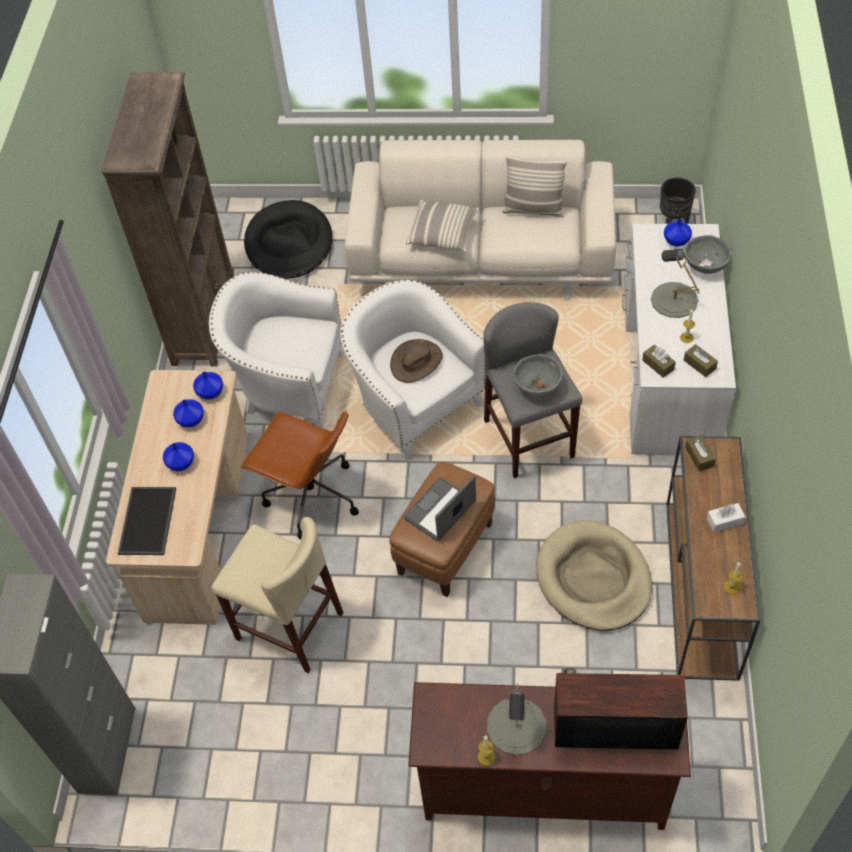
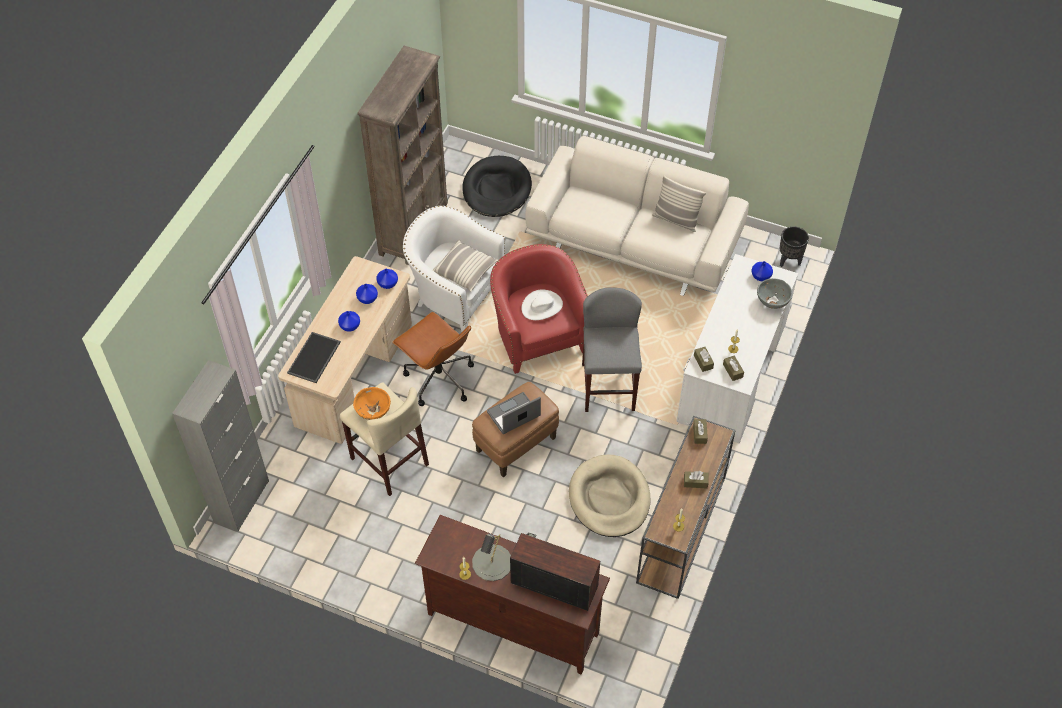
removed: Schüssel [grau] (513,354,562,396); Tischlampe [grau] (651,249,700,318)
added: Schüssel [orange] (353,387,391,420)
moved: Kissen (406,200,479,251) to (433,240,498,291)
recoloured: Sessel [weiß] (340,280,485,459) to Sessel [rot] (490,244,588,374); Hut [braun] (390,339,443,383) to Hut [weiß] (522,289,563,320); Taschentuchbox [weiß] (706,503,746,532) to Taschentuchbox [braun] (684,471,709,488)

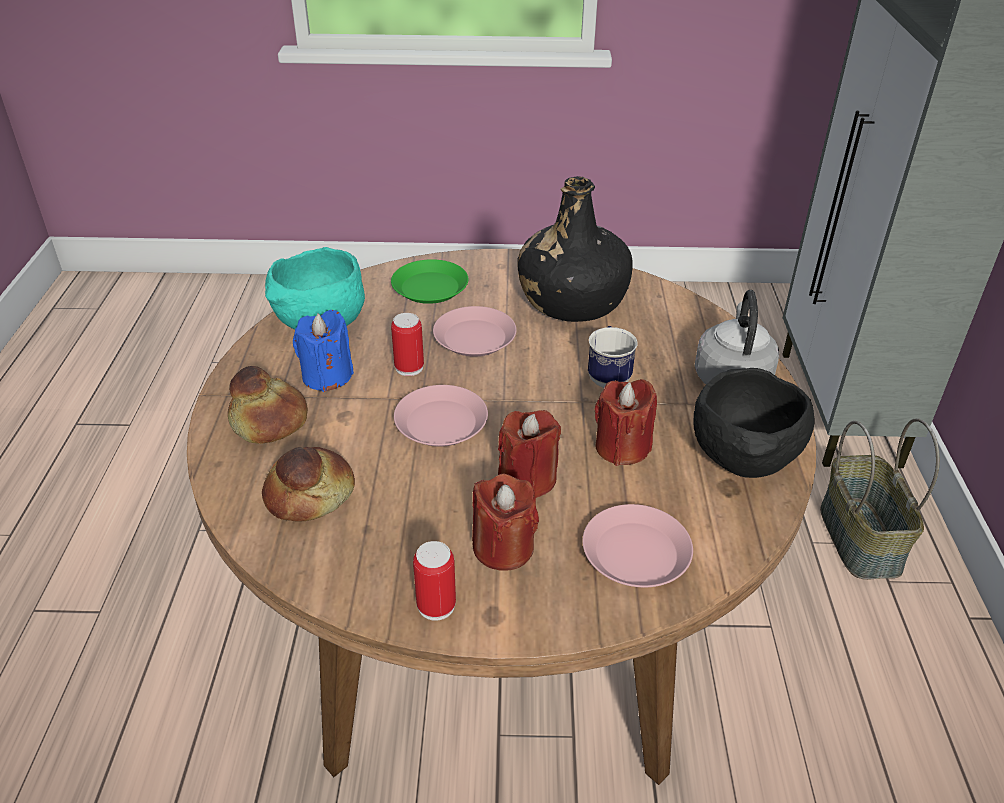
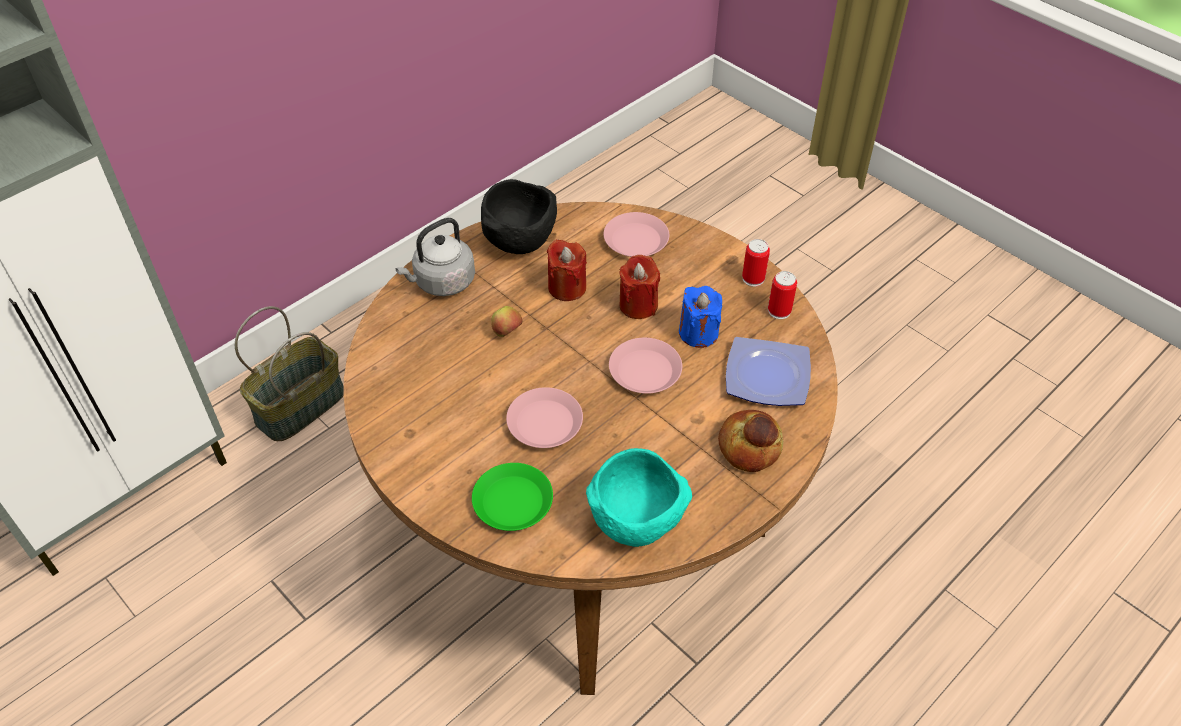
removed: Kerze [rot] (472,474,539,571); Flasche [schwarz] (518,176,633,322)
moved: Kerze [blau] (293,310,354,392) to (679,286,722,348); Dose (391,313,424,376) to (768,271,797,319)
replaced: Brot (262,447,355,522) to Teller (726,337,811,406); Henkelbecher (588,326,638,388) to Apfel (491,306,522,337)

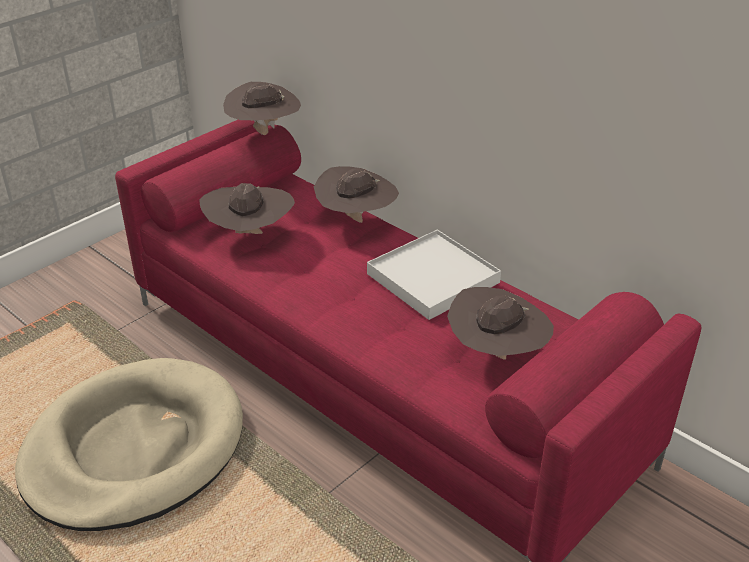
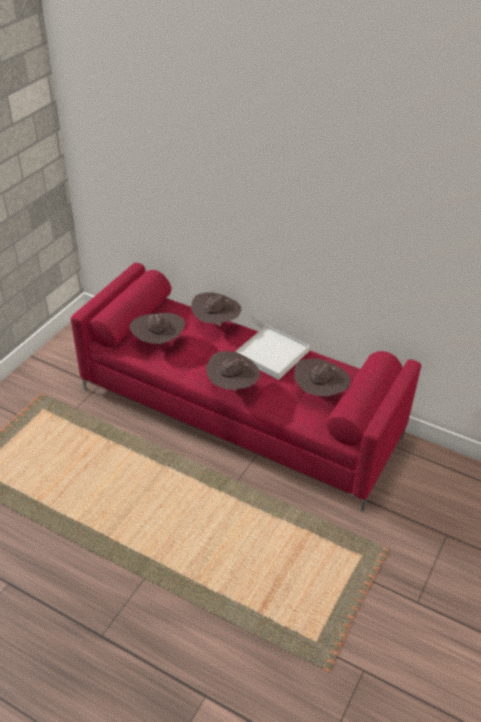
removed: Hundebett [beige] (15,358,243,531)
moved: Hut [braun] (223,82,301,135) to (206,351,260,391)

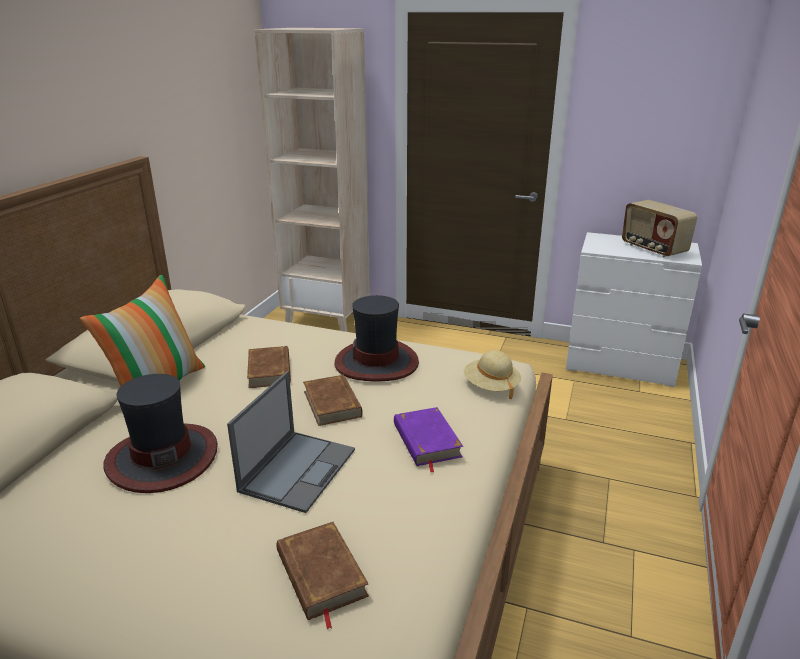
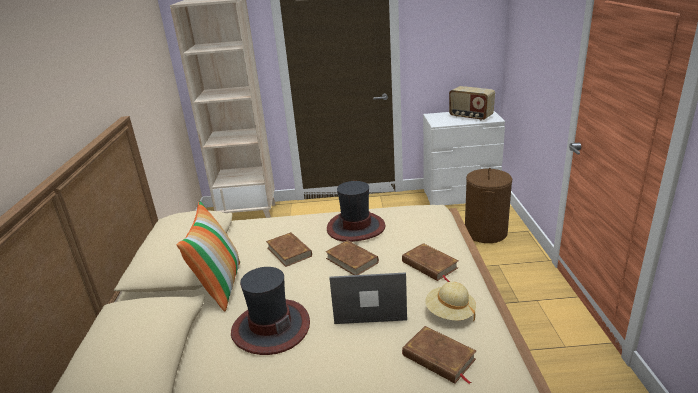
added: Wäschekorb [braun] (465,168,512,243)
moved: Hut [beige] (464,350,521,399) to (425,281,476,321)
recoloured: Buch [lila] (394,407,463,472) to Buch [braun] (402,243,458,282)
turned: Laptop (227,371,355,513) = (329,272,407,324) 90 degrees counterclockwise

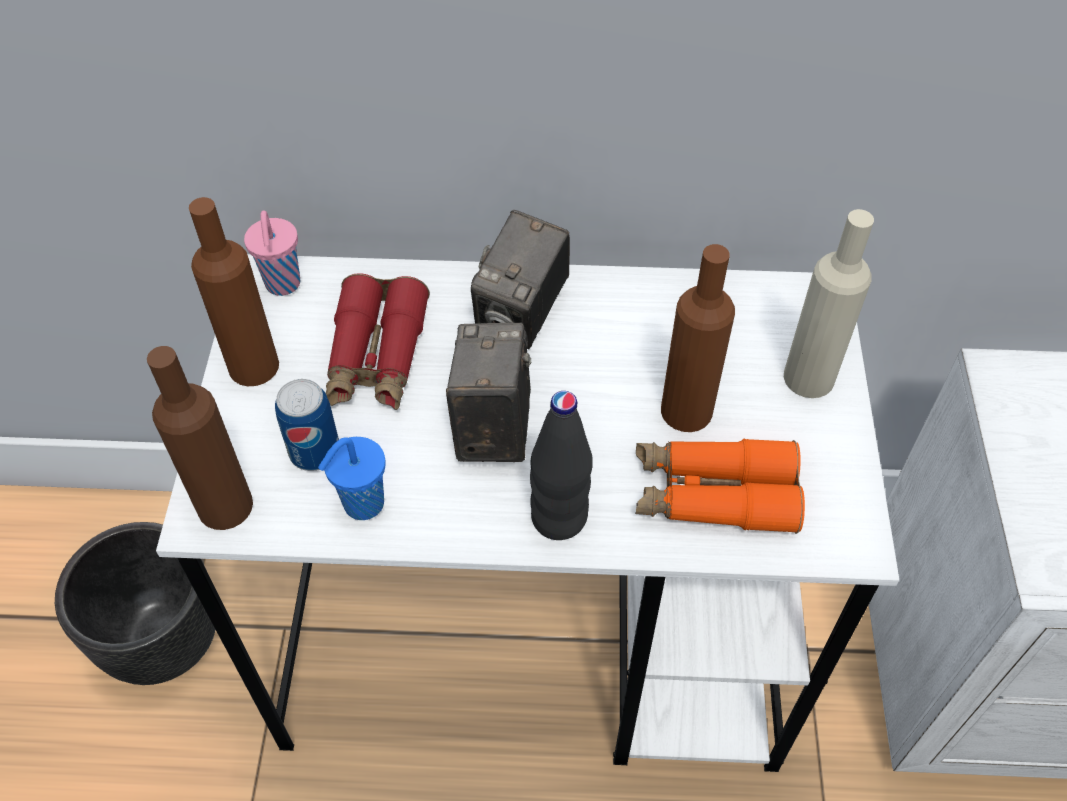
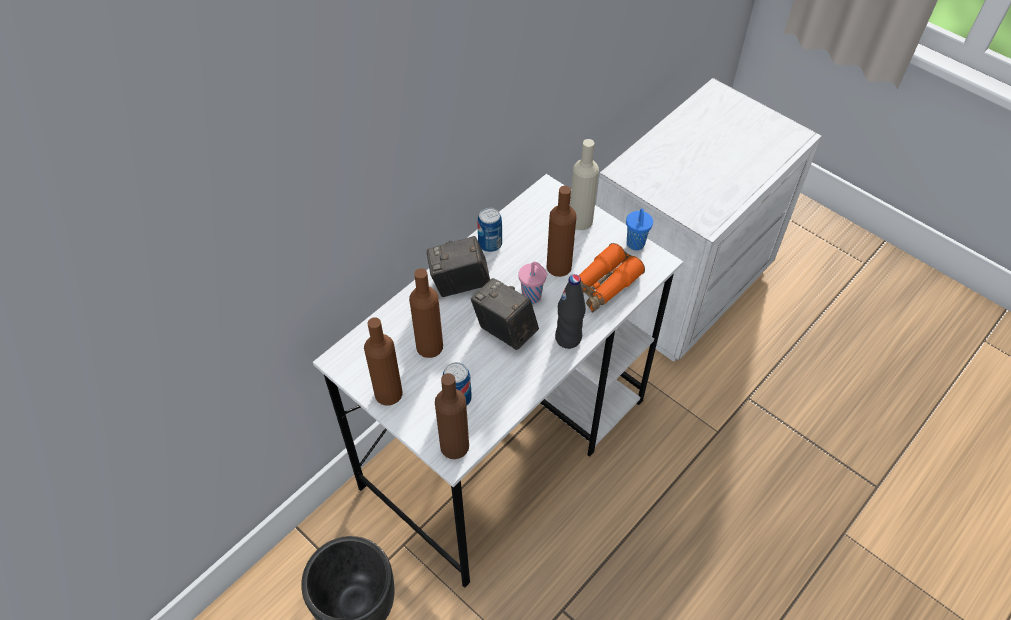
added: Dose (477,208,502,252)
moved: Tasse [rosa] (244,211,300,296) to (518,262,548,304); Tasse [blau] (318,437,385,520) to (626,208,653,250)
replaced: Fernglas [rot] (326,273,430,410) to Flasche [braun] (409,268,443,358)
turned: Kamera (471,210,570,349) = (427,236,490,297) 105 degrees clockwise

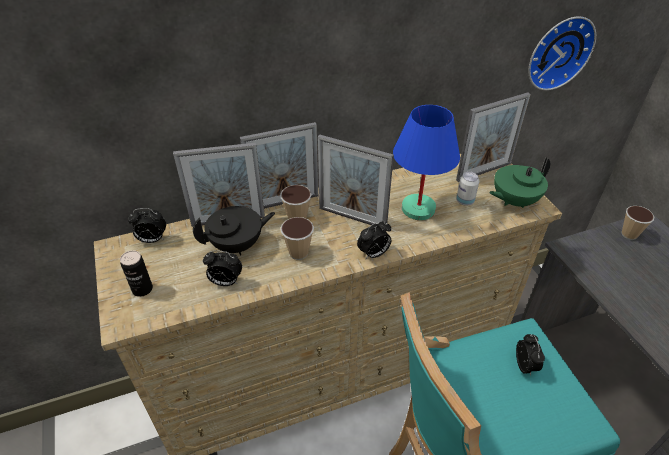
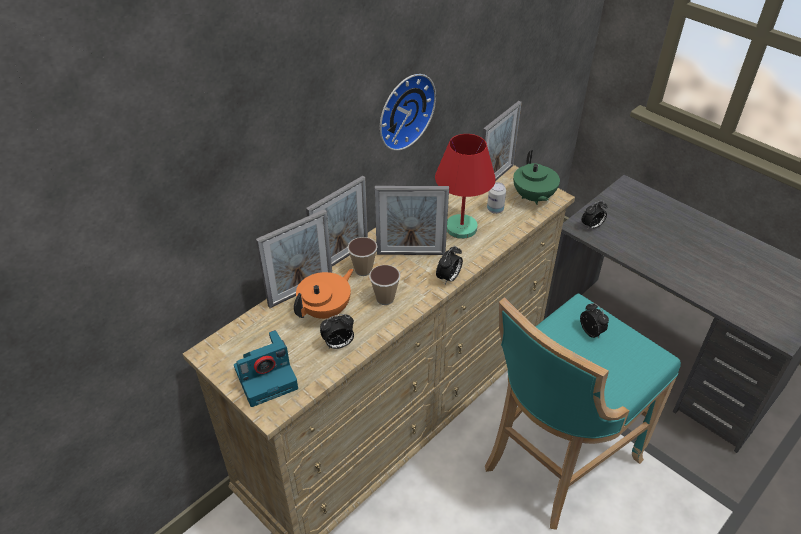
removed: Tasse (621,206,654,240)
moved: Wecker (128,208,166,243) to (582,200,608,230); Wanduhr (528,16,596,90) to (380,74,436,151)
replaced: Dose (120,250,153,297) to Kamera (234,330,298,407)
recoloured: Teekanne [schwarz] (193,206,275,256) to Teekanne [orange] (294,269,354,319); Tischlampe [blau] (393,105,460,220) to Tischlampe [rot] (435,134,496,239)
turned: Teekanne [grün] (489,157,550,208) = (513,150,560,205) 45 degrees counterclockwise

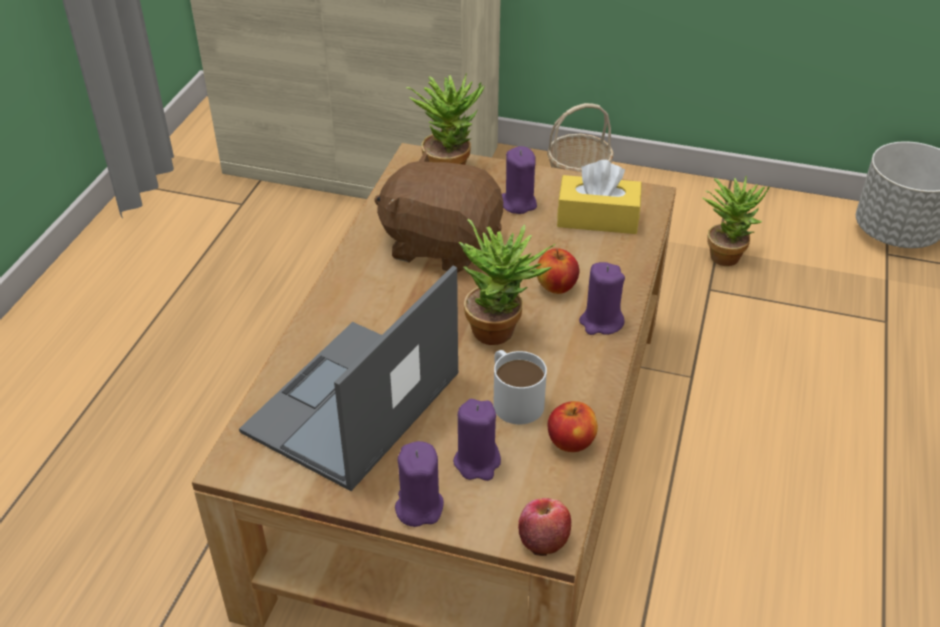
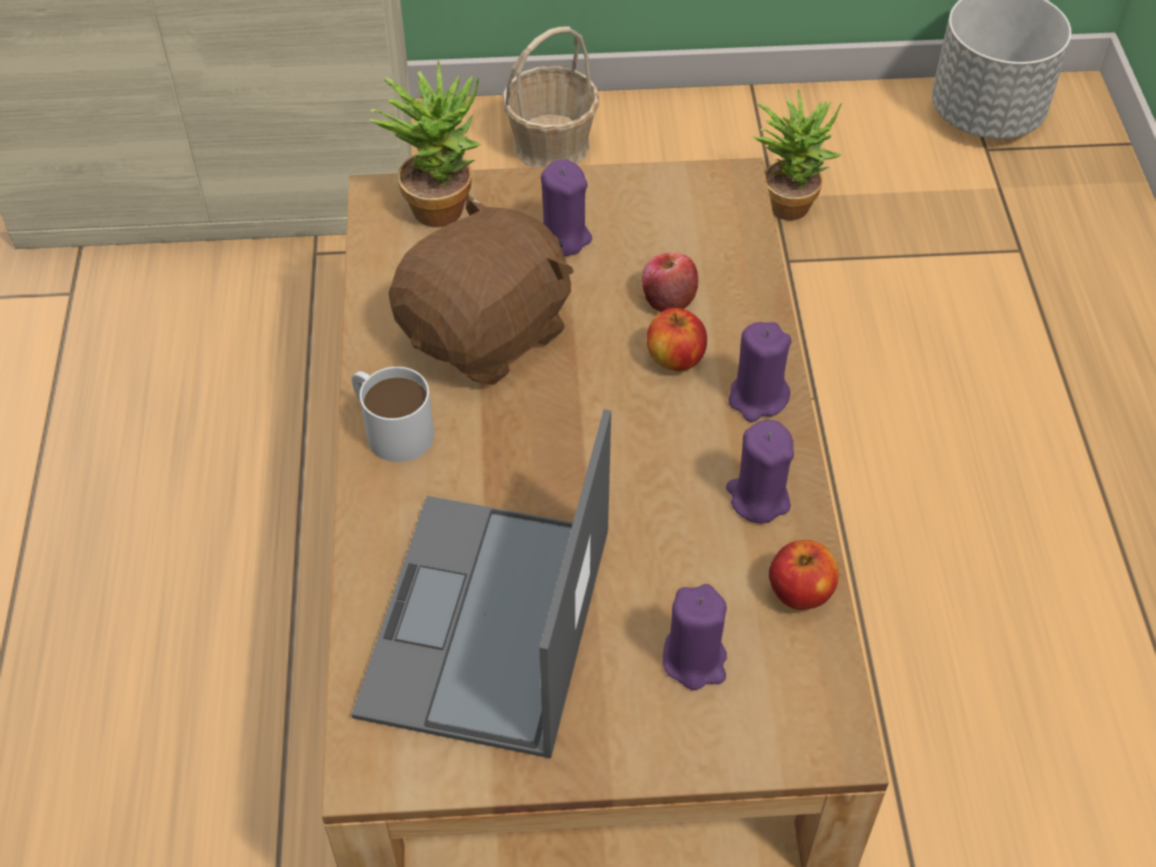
removed: Topfpflanze (459,219,555,345); Taschentuchbox [gelb] (557,160,642,234)
moved: Kerze [lila] (395,441,444,527) to (726,420,794,523); Henkelbecher [weiß] (493,350,547,424) to (352,367,434,462); Apfel (518,498,571,556) to (642,252,698,312)
turned: Plüschtier [braun] (374,151,503,273) = (389,193,574,385) 135 degrees clockwise

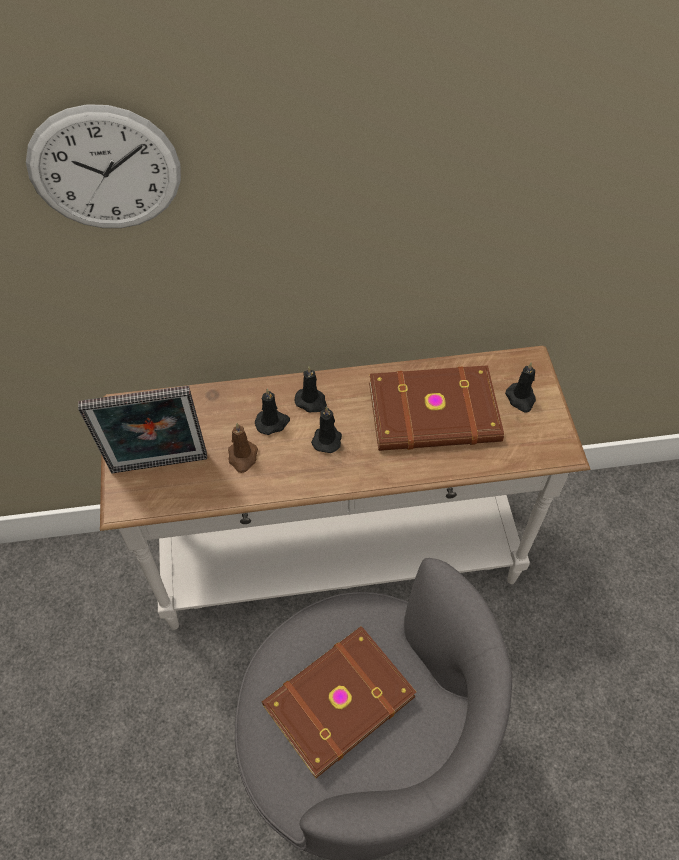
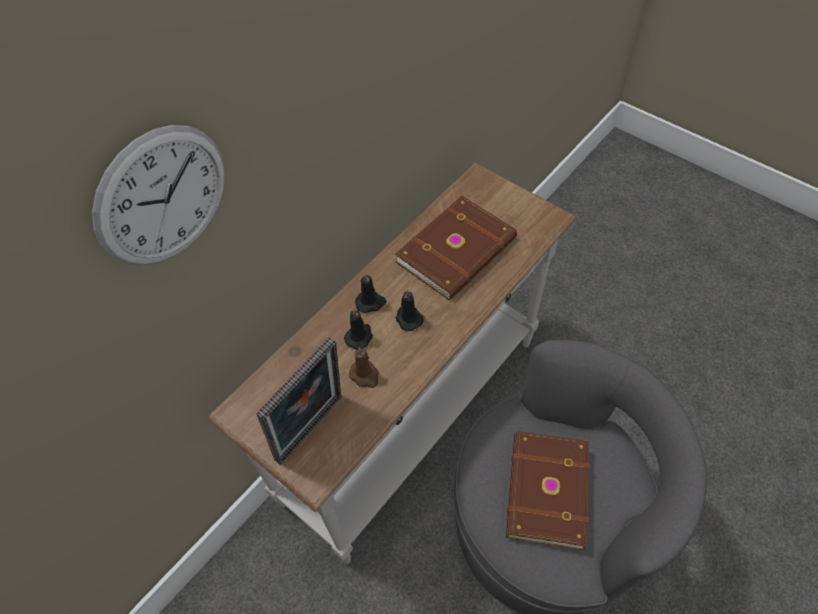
removed: Kerze [schwarz] (505,362,536,412)

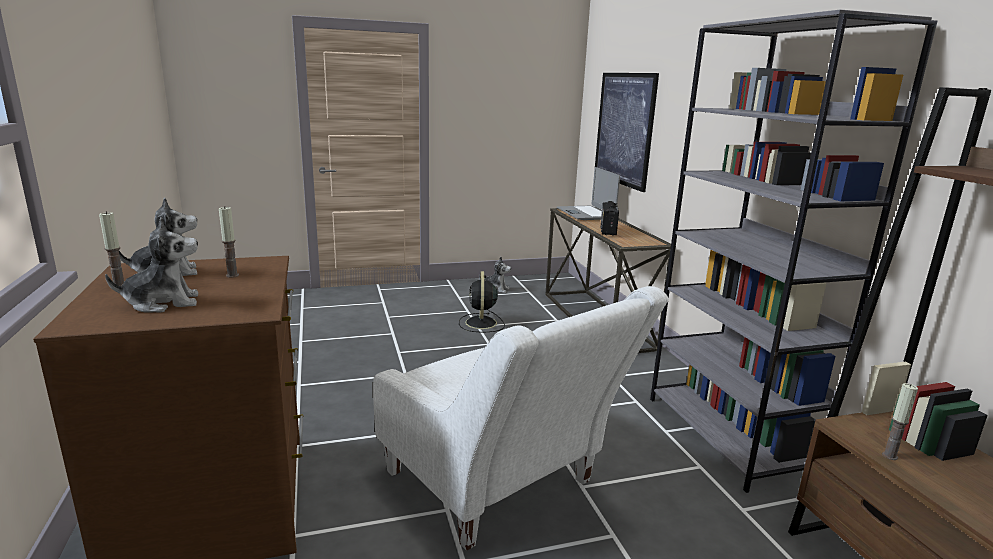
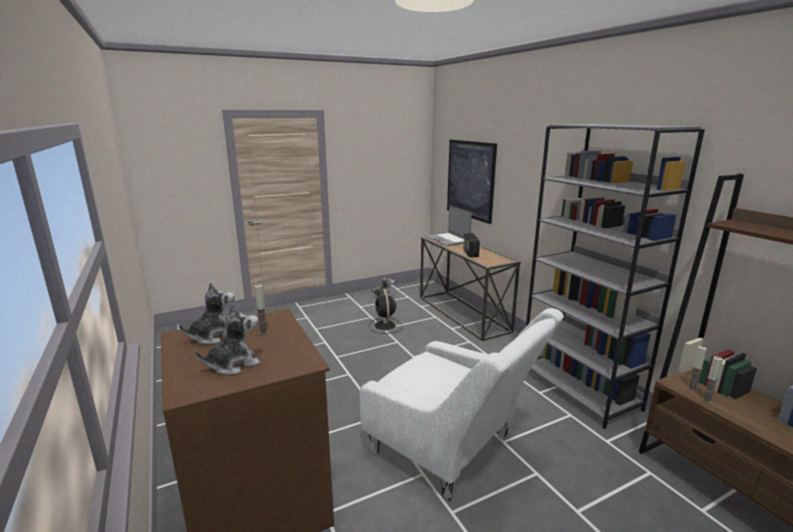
moved: Kerze (99,211,124,286) to (687,346,707,391)

